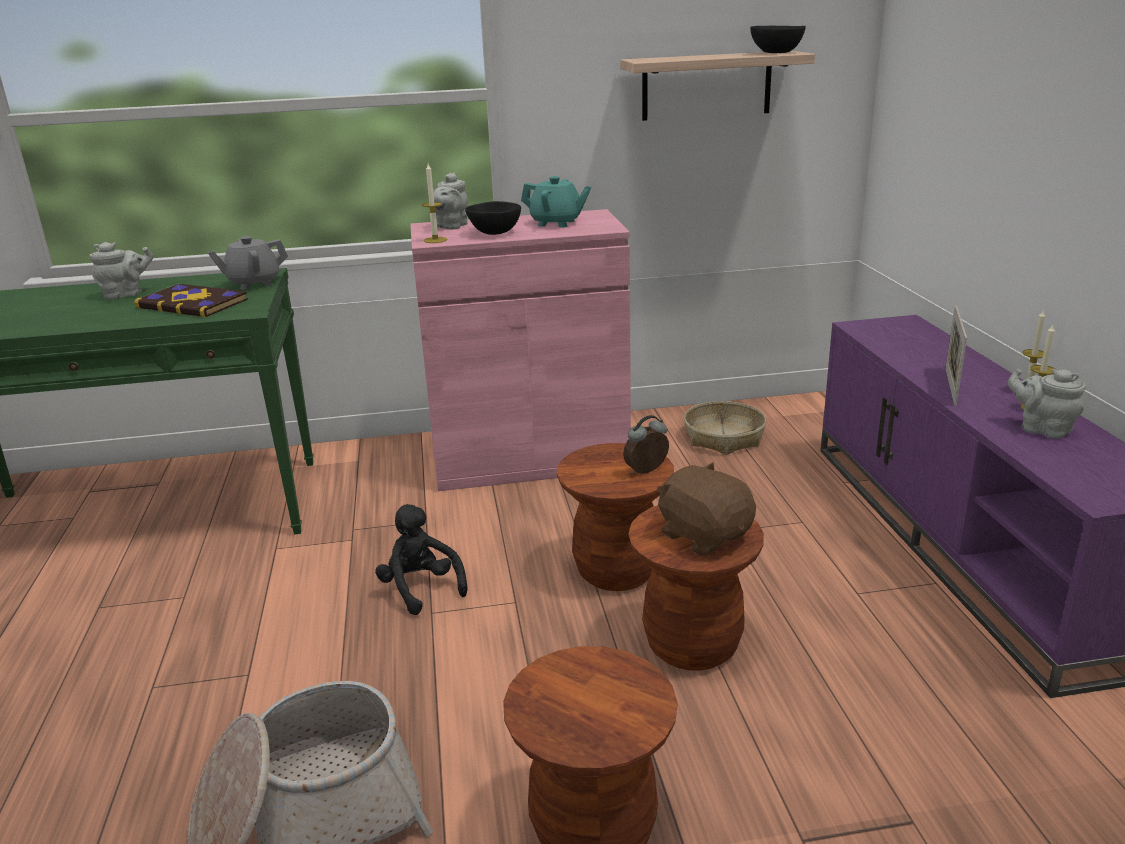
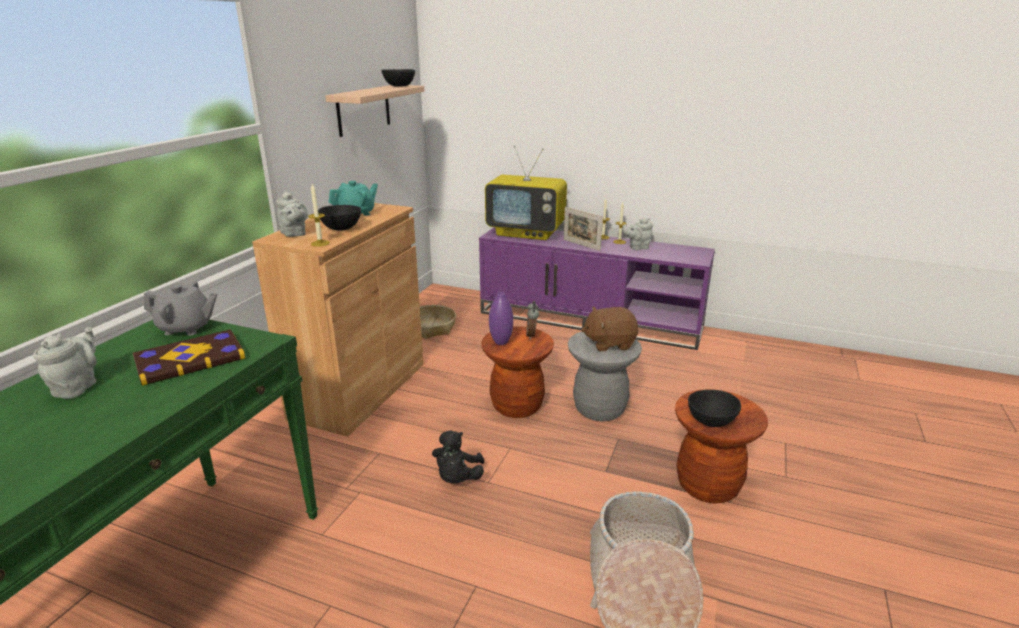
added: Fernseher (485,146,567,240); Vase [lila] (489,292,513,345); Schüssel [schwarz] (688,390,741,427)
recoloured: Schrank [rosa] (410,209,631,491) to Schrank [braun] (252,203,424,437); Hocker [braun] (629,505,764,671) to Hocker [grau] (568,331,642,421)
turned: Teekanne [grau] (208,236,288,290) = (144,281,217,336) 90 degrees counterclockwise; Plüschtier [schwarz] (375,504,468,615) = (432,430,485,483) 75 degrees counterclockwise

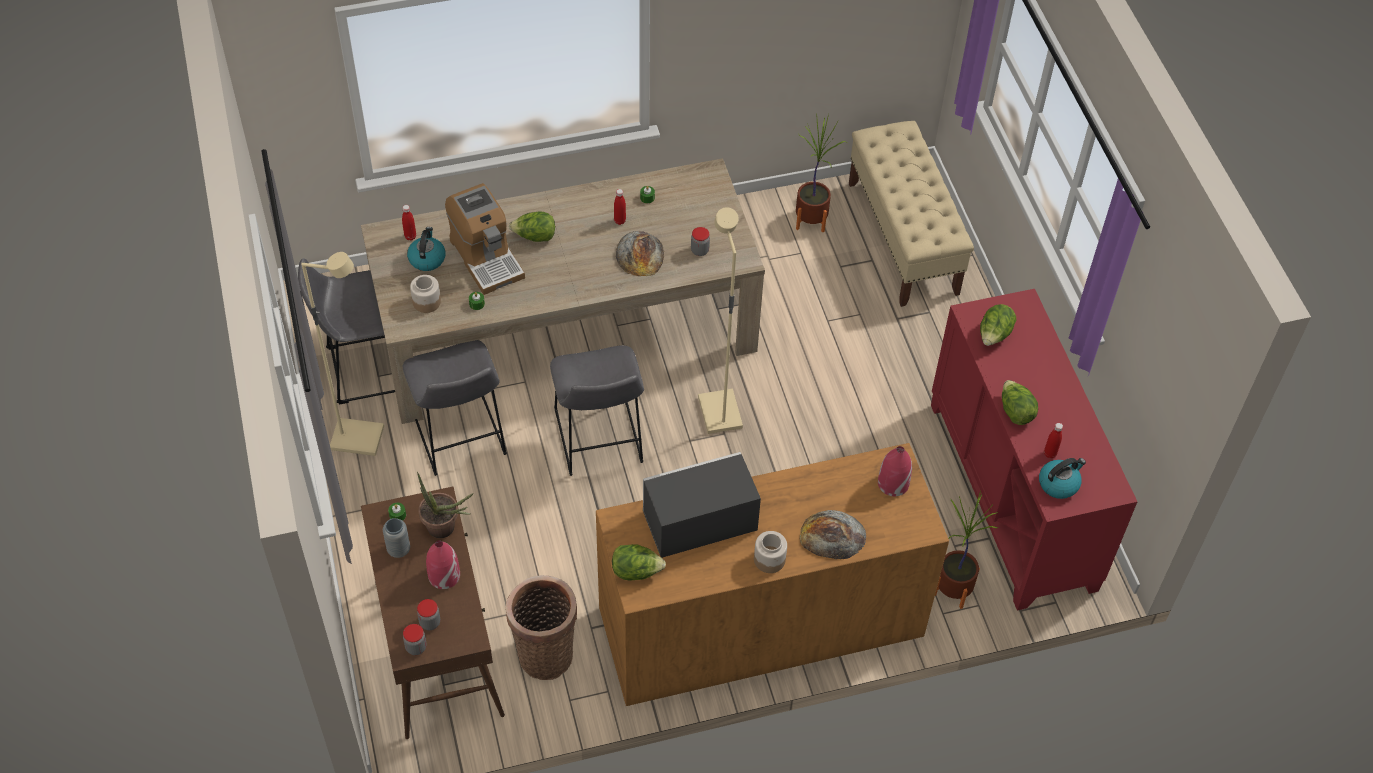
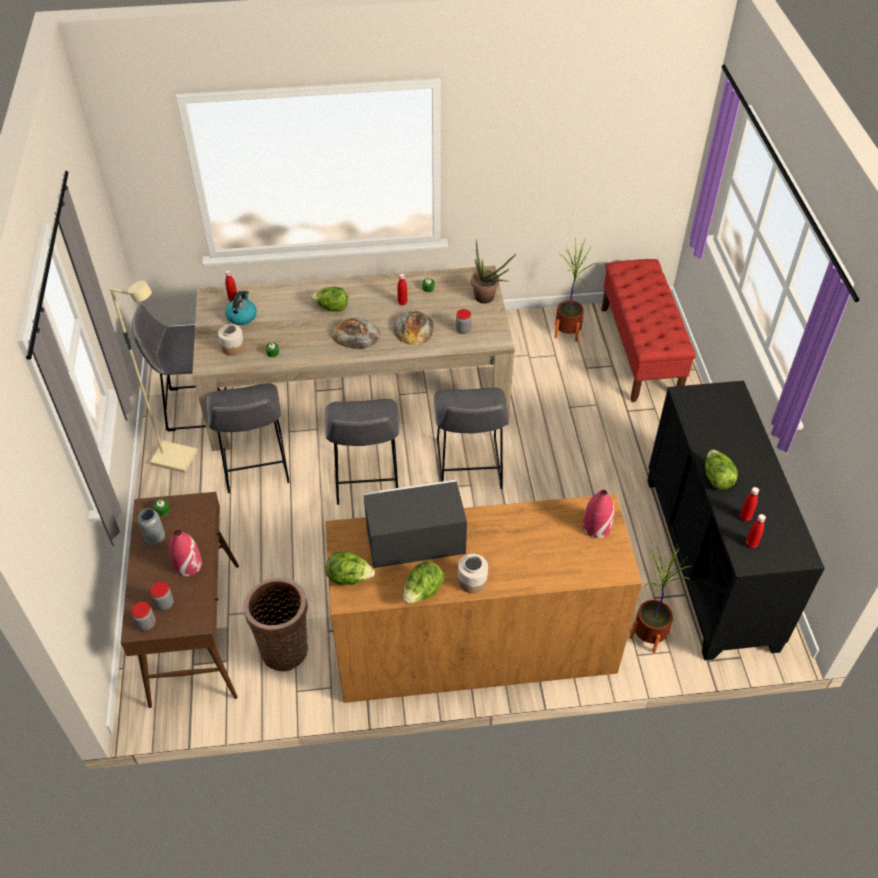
removed: Kaffeemaschine (445,183,525,295)
moved: Topfpflanze (417,471,474,538) to (471,239,516,304); Brot (800,510,866,559) to (332,318,381,349); Salatkopf (980,304,1016,346) to (403,561,444,604)
replaced: Stehlampe [beige] (698,207,743,434) to Hocker [grau] (434,387,509,489); Wasserkessel (1039,458,1086,499) to Flasche [rot] (746,514,766,549)
recoloured: Bank [beige] (849,121,974,307) to Bank [rot] (601,259,696,402); Schrank [rot] (931,289,1137,611) to Schrank [schwarz] (647,381,825,660)

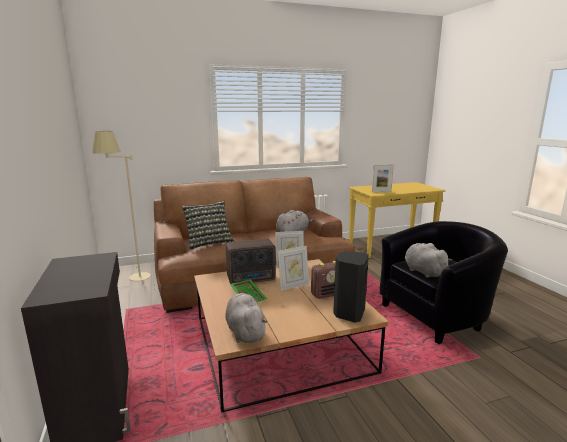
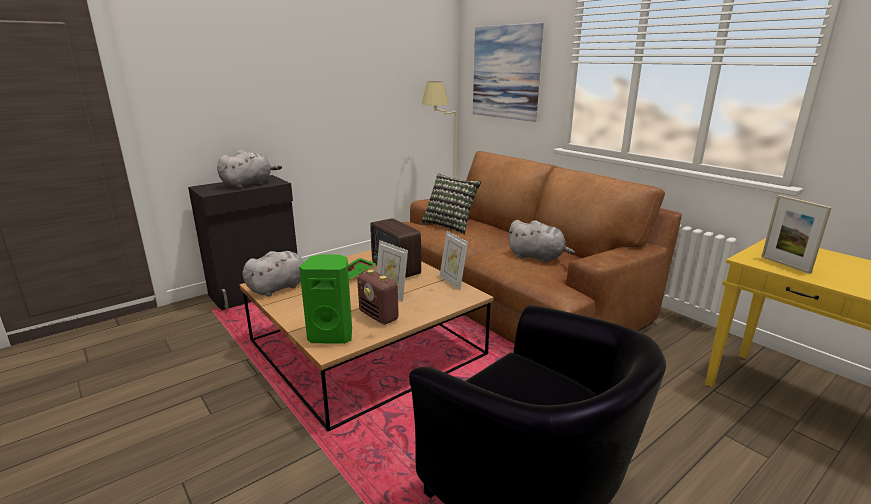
added: Bild (473,23,544,122)
moved: Plüschtier [grau] (405,243,452,278) to (217,150,282,188)
recoloured: Lautsprecher [schwarz] (333,251,369,323) to Lautsprecher [grün] (299,255,352,344)

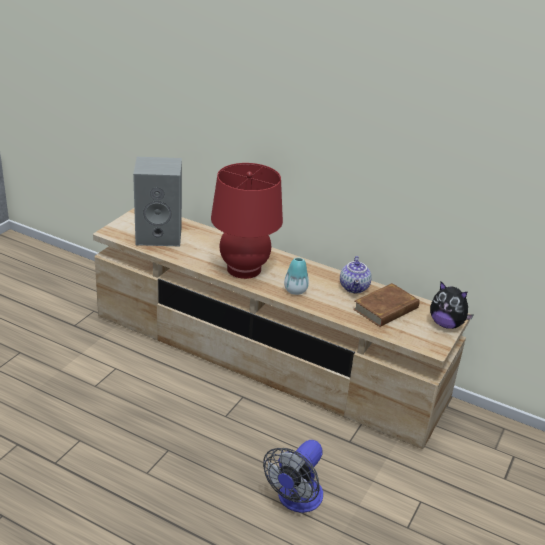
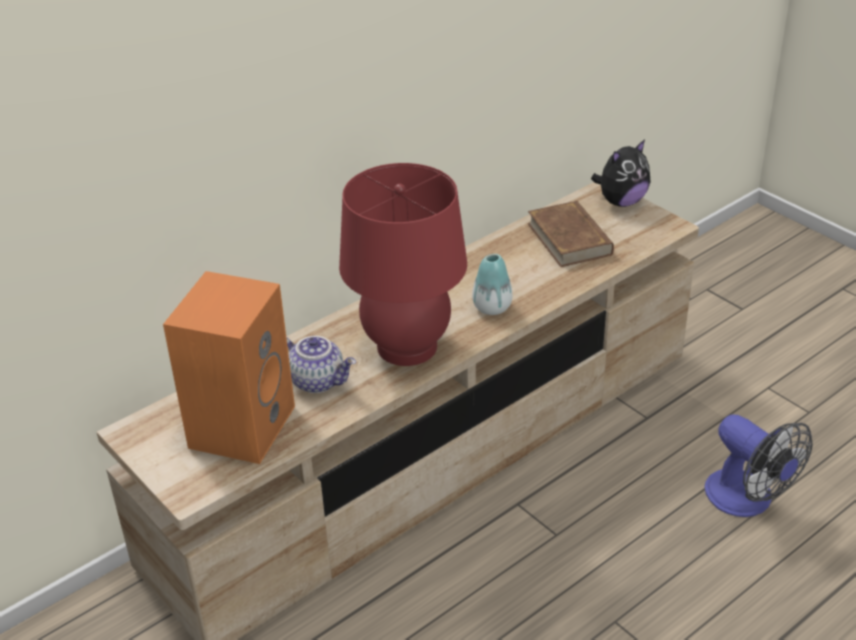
moved: Teekanne (340,256,372,293) to (286,336,356,393)
recoloured: Lautsprecher [grau] (133,157,182,246) to Lautsprecher [orange] (163,271,295,464)

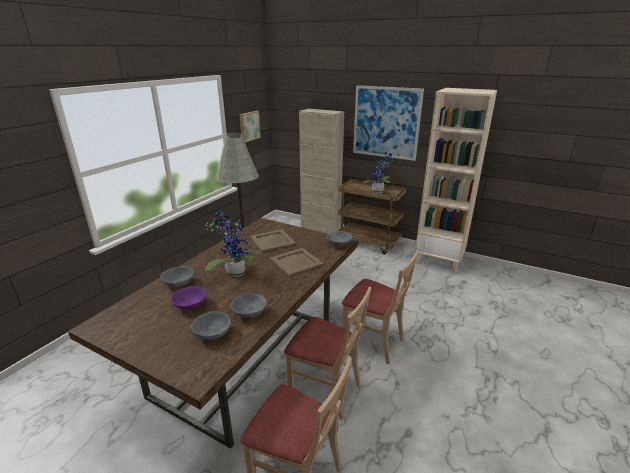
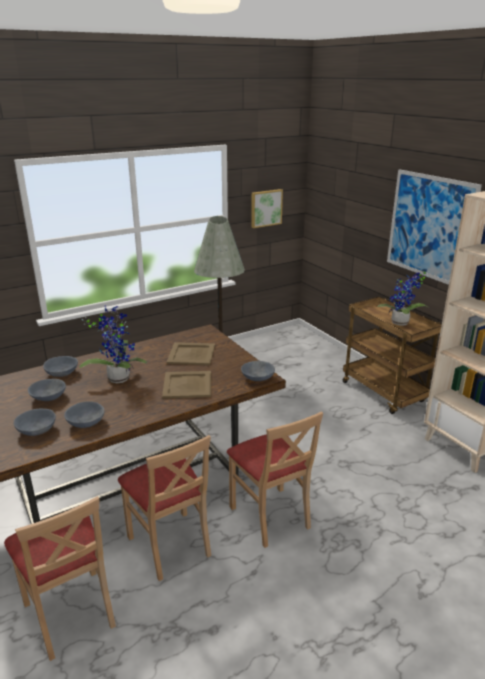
removed: Schrank [beige] (299,109,344,233)
recoloured: Schüssel [lila] (171,286,207,309) to Schüssel [grau] (28,379,66,401)

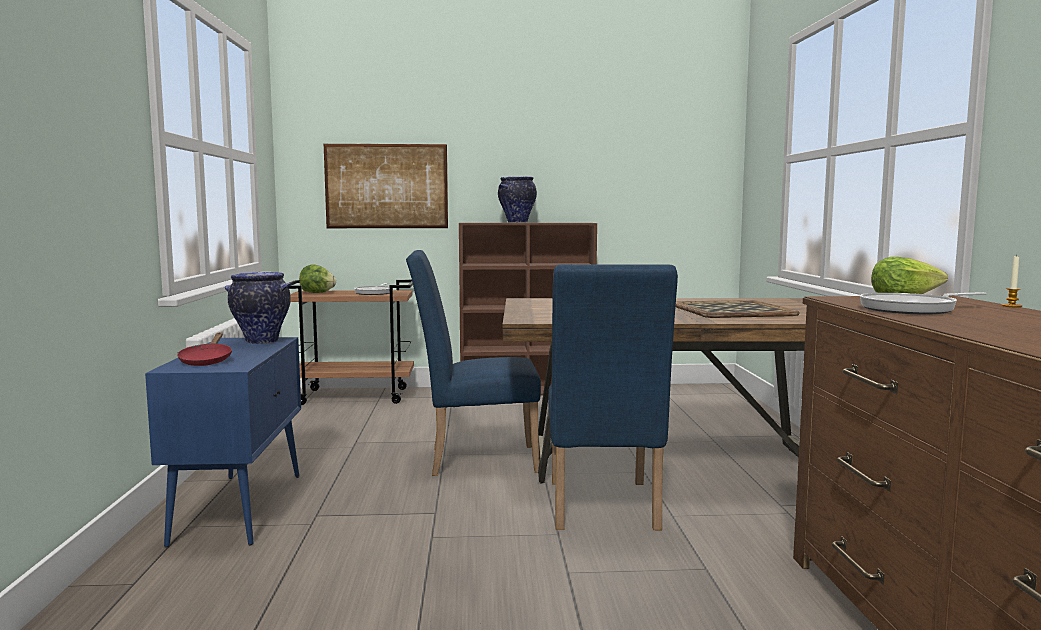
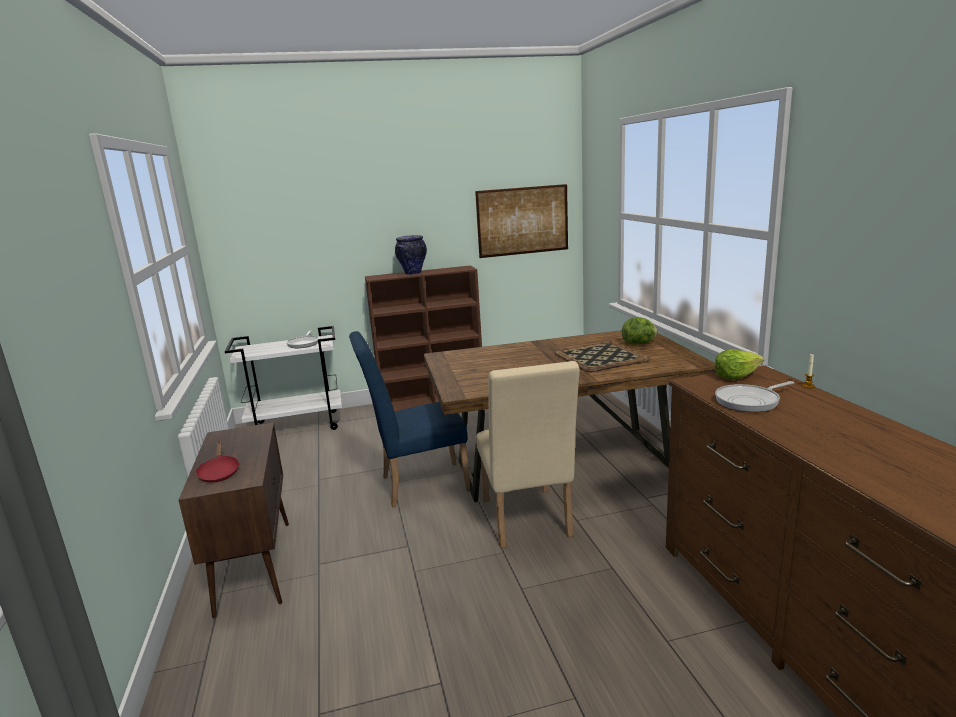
removed: Vase (225,272,291,344)
moved: Salatkopf (299,265,336,293) to (622,317,658,345); Bild (324,144,448,228) to (475,184,568,258)
recoloured: Schrank [blau] (145,337,301,548) to Schrank [braun] (178,423,289,619); Rollwagen [braun] (289,280,414,405) to Rollwagen [weiß] (225,326,342,430); Stuhl [blau] (548,264,678,530) to Stuhl [beige] (476,361,580,548)

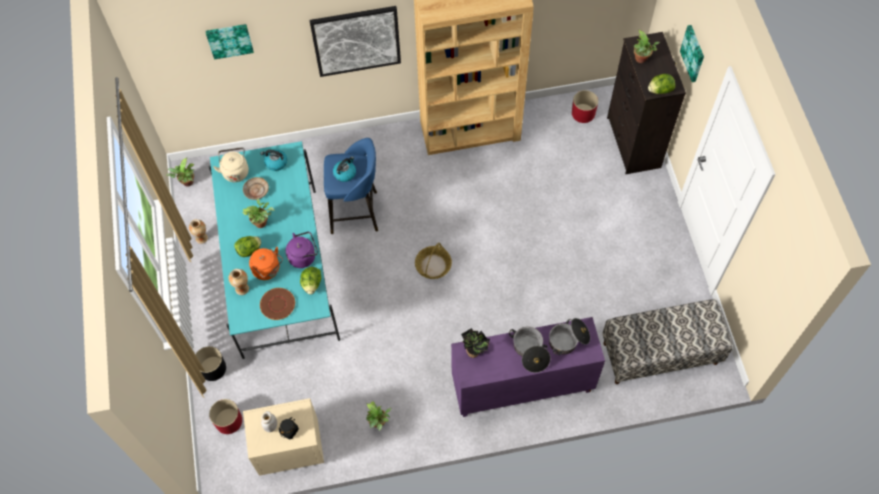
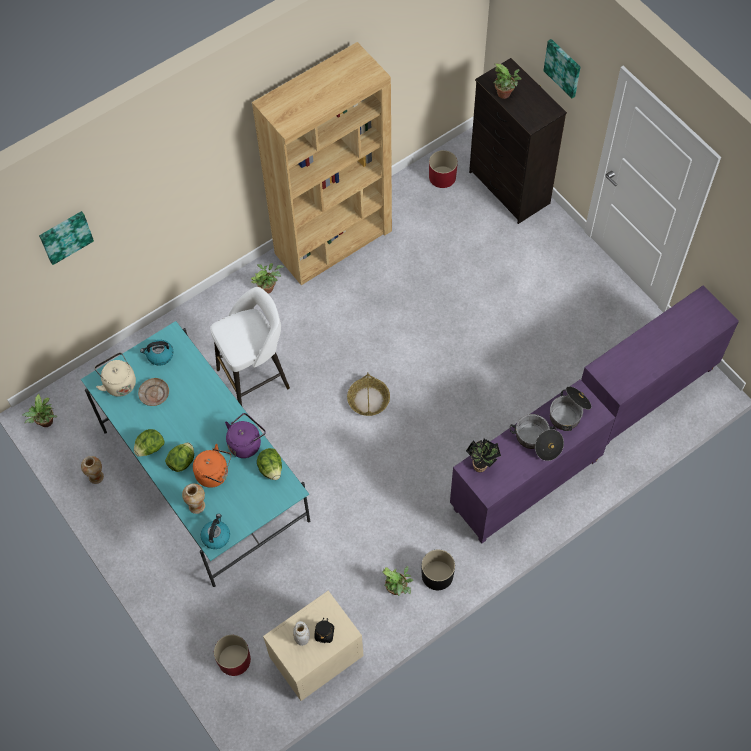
removed: Teller [braun] (260,288,295,320); Bild (309,6,401,77)
moved: Pflanzkübel [schwarz] (195,346,226,381) to (421,550,455,590); Topfpflanze (242,198,275,228) to (251,263,284,294); Wasserkessel (333,156,356,182) to (201,514,230,549); Salatkopf (648,74,675,94) to (134,429,165,457)
replaced: Bank (602,299,733,384) to Schrank [lila] (581,286,739,445)
recoloured: Hocker [blau] (324,138,378,234) to Hocker [weiß] (210,287,290,406)

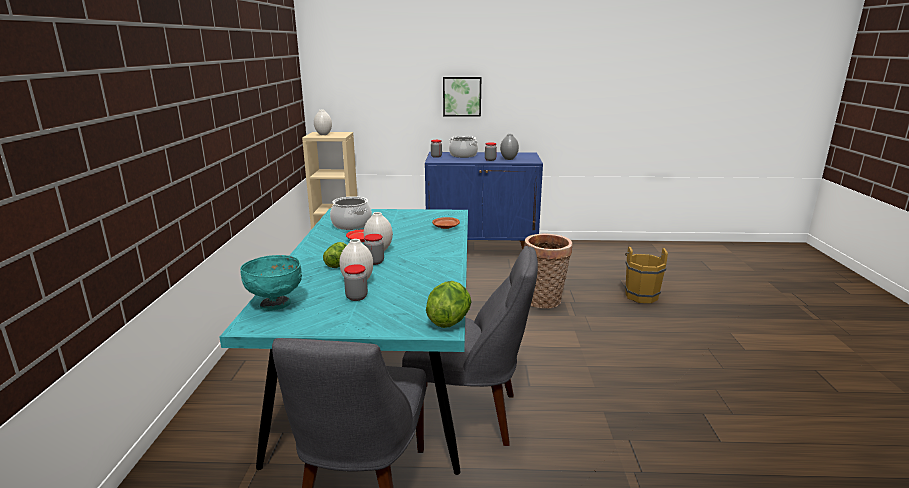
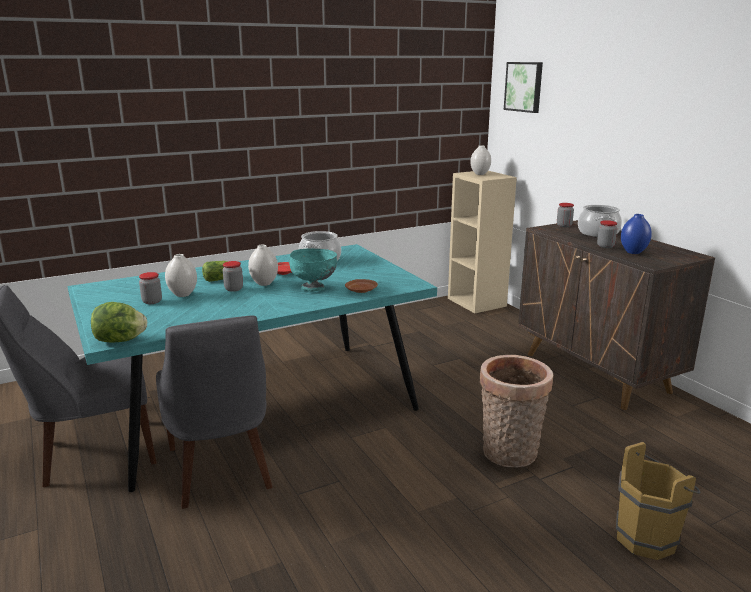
moved: Schüssel [türkis] (240,255,302,311) to (289,248,337,292); Bild (443,77,481,117) to (504,62,543,113)
recoloured: Schrank [blau] (425,152,543,250) to Schrank [braun] (518,220,715,410); Vase [grau] (500,134,519,160) to Vase [blau] (621,214,652,254)

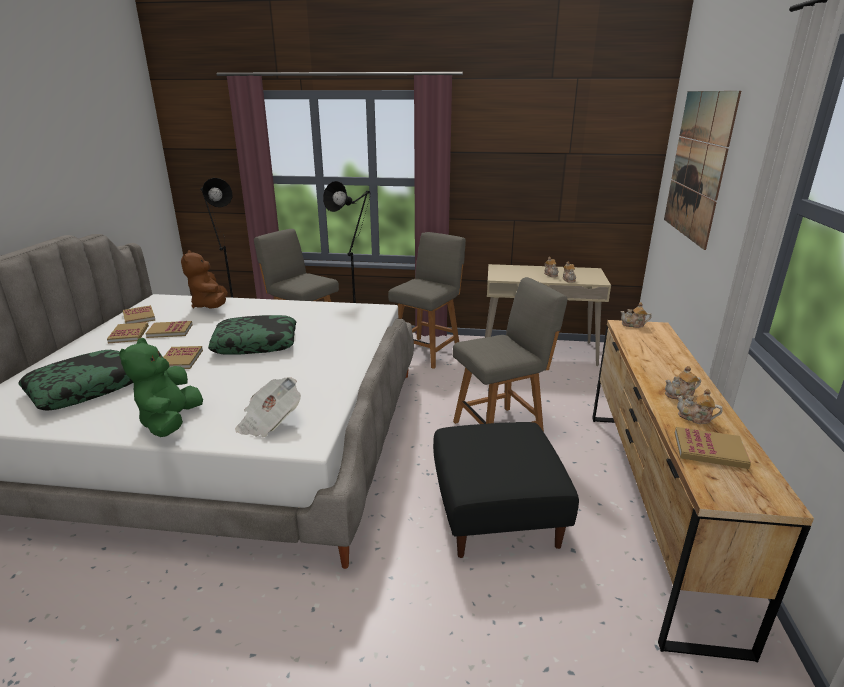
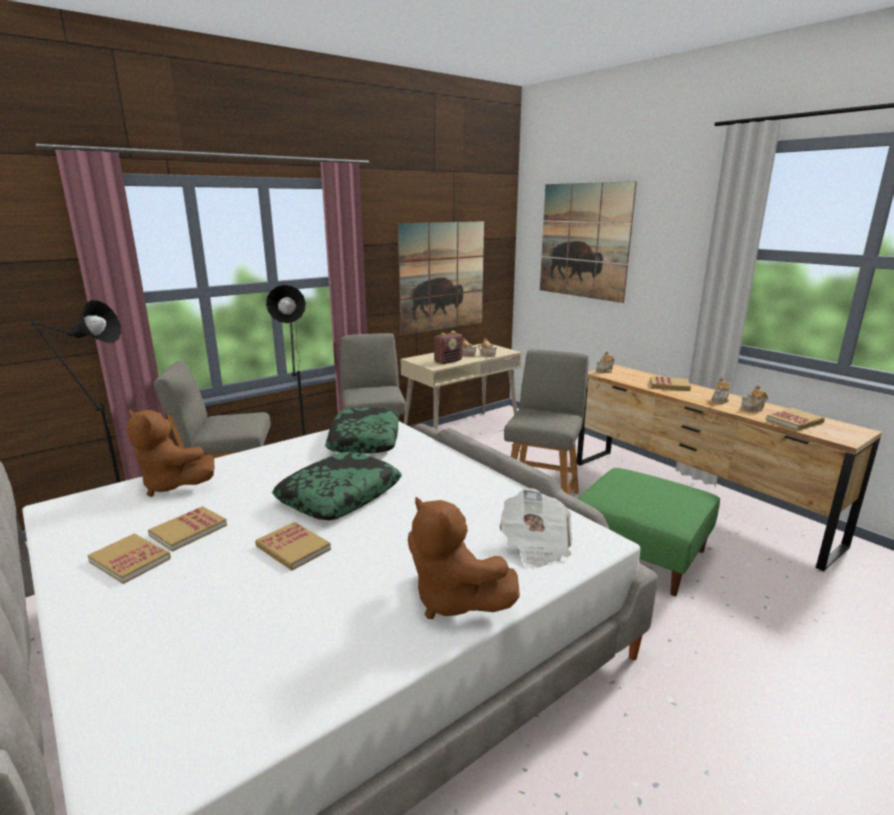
added: Bild (397,221,484,336); Radio (434,331,462,364)
moved: Kissen (18,350,133,411) to (325,408,400,454); Buch (123,305,155,324) to (650,376,691,391)
recoloured: Plüschtier [grün] (119,338,203,437) to Plüschtier [braun] (408,497,520,619); Polsterhocker [schwarz] (433,422,579,558) to Polsterhocker [grün] (577,468,720,596)

